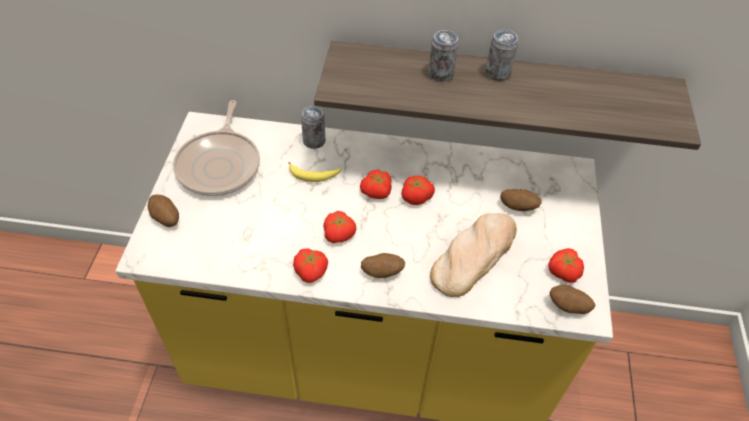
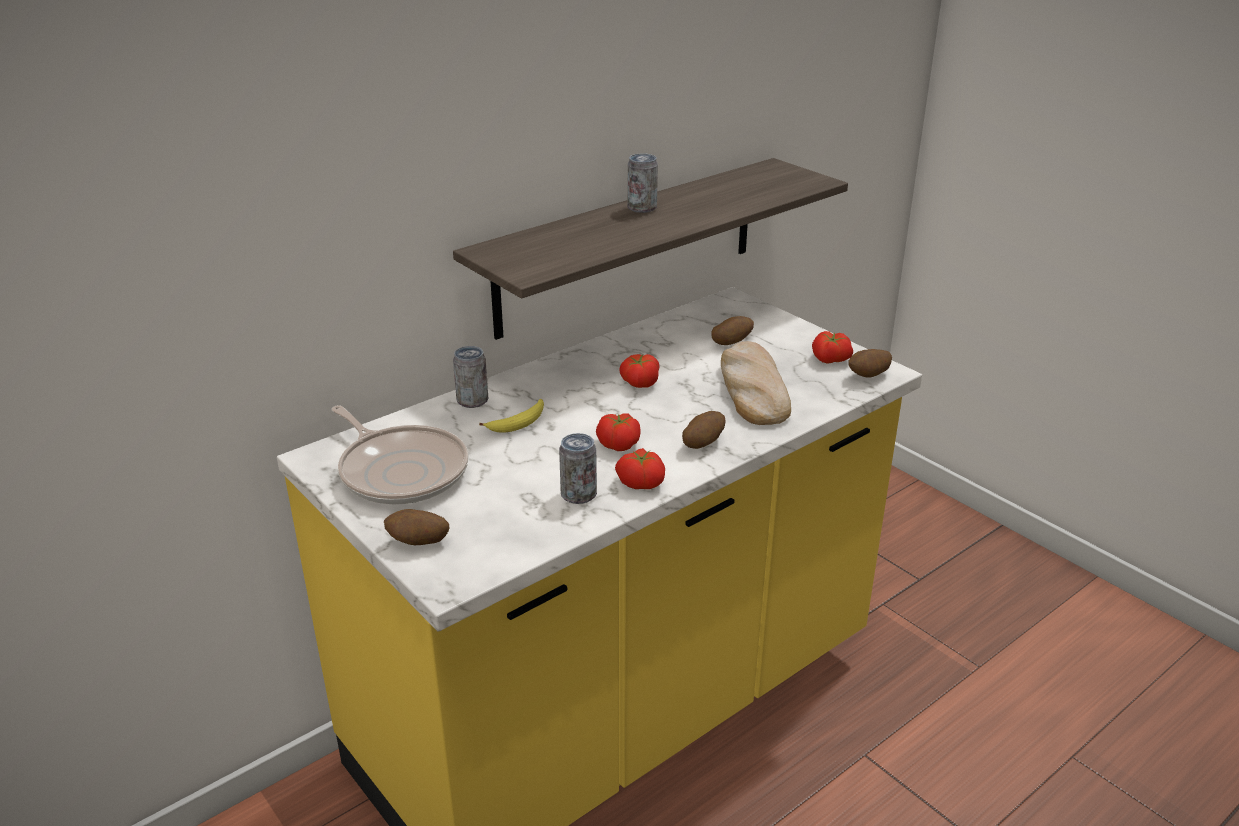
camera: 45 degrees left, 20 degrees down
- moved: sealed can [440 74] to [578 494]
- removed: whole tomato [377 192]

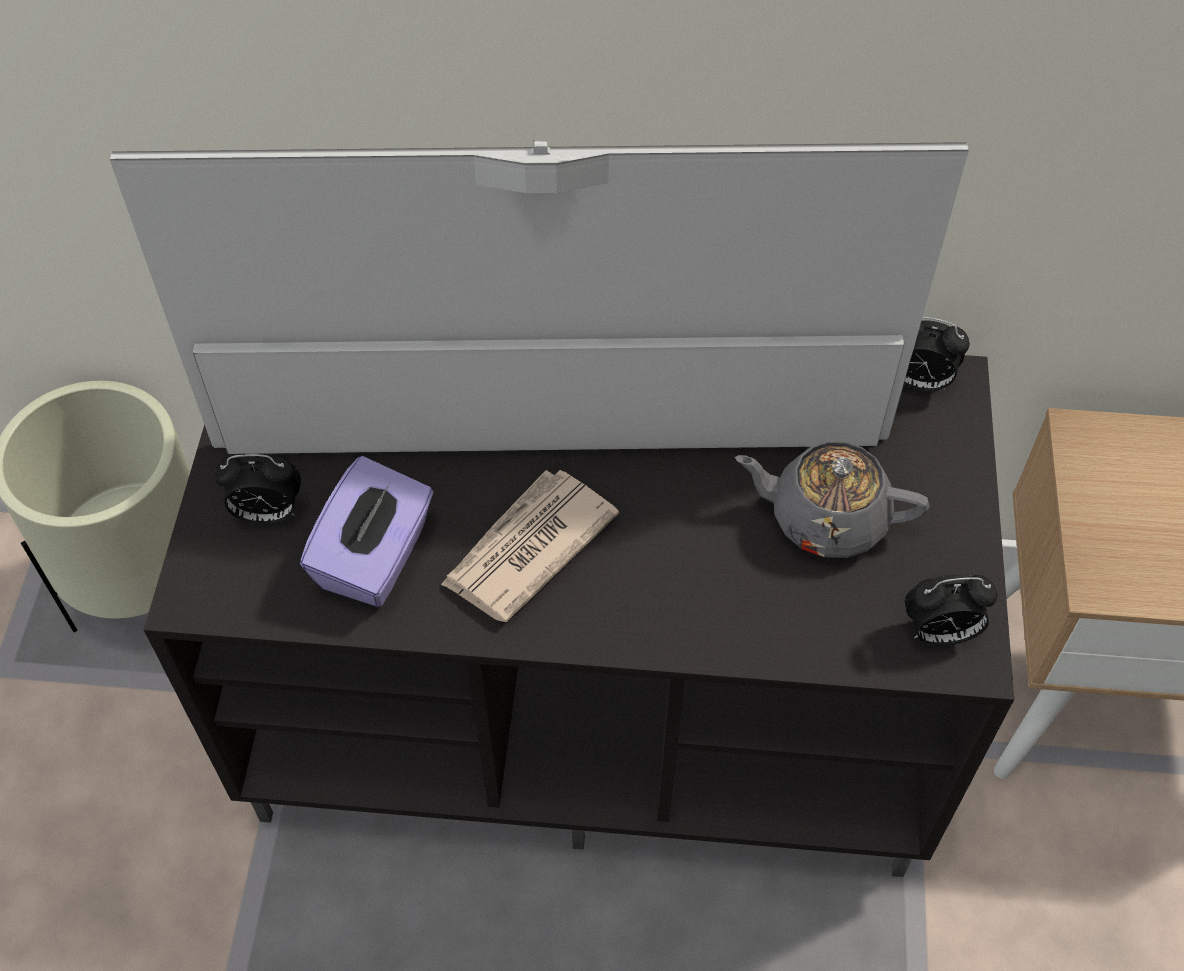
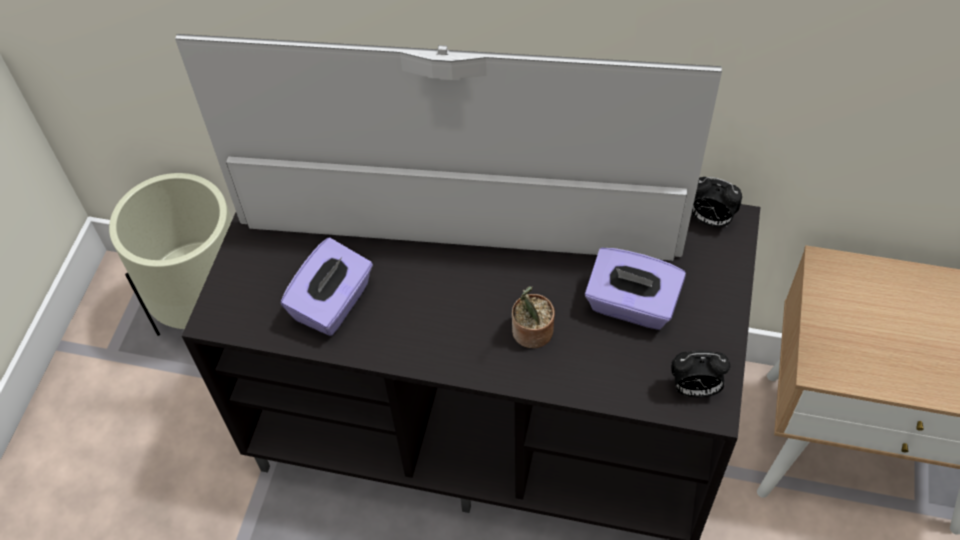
camera: 10 degrees right, 0 degrees up
- added: plant in a pot [532 333]
- replaced: grey pot for tea [825 518] to purple tissue box [631 305]
- removed: bedside clock [267 513]
- removed: daily paper [527 548]

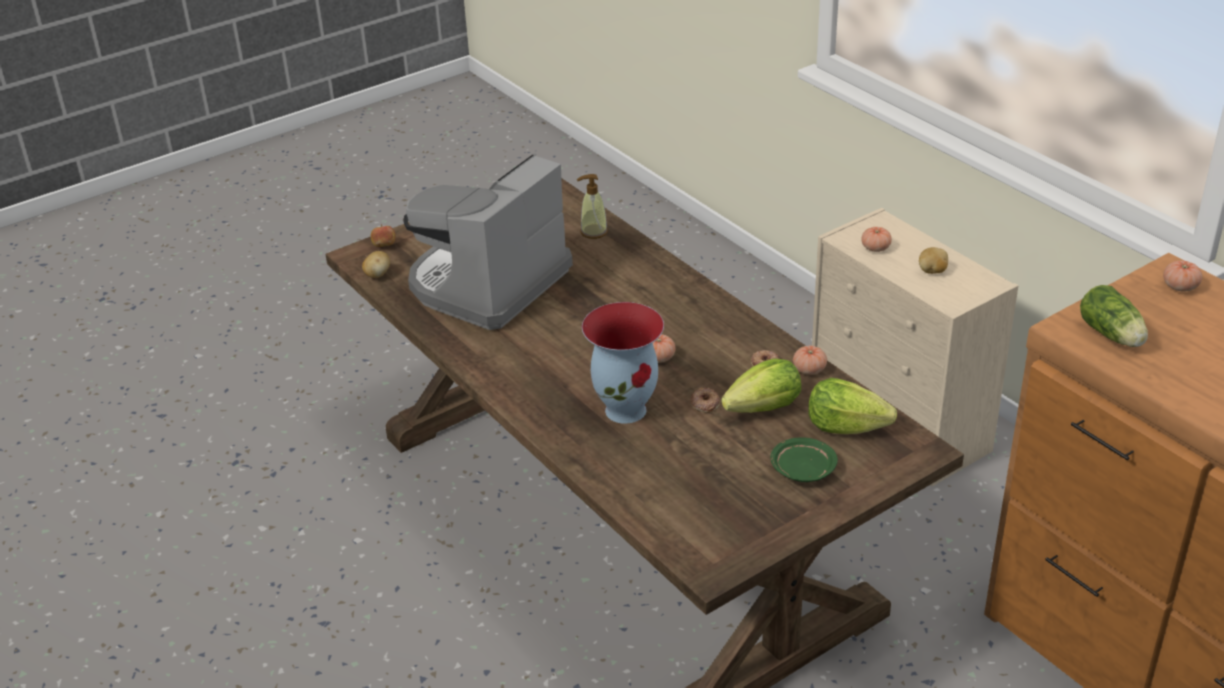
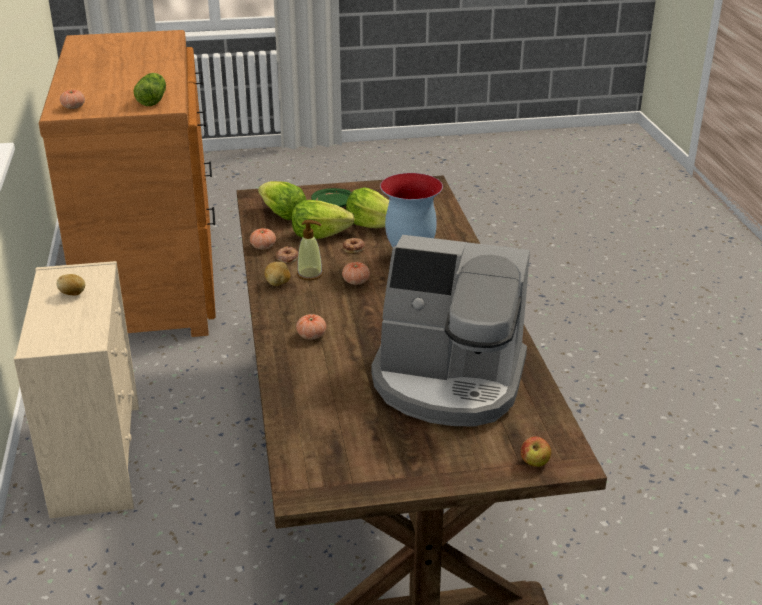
camera: 155 degrees left, 5 degrees down
- moved: spud [377 275] to [278 283]
- moved: whole tomato [875 248] to [311 335]
- moved: soap dispenser [593 232] to [310 274]
- added: lettuce head [372 225]
- turned: coffee maker [487 284] = [448 381] 45 degrees clockwise

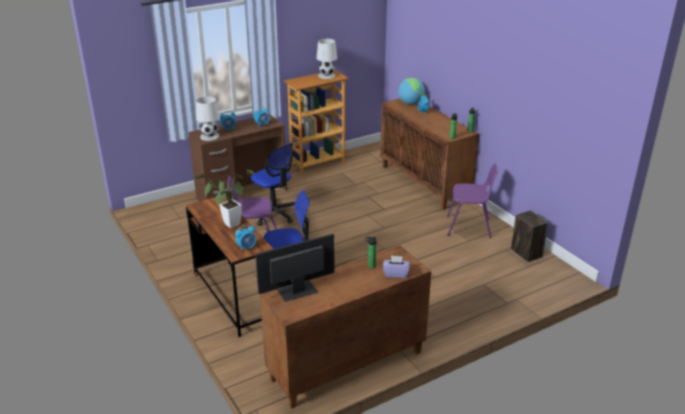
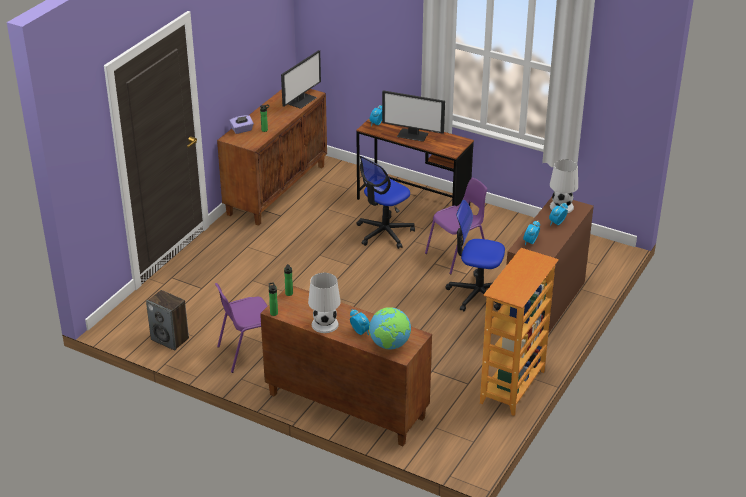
camera: 150 degrees right, 5 degrees up
- moved: white-coloured lamp for a table [327 75] to [325 324]
- replaced: plant in a pot [229 225] to computer screen [413 135]

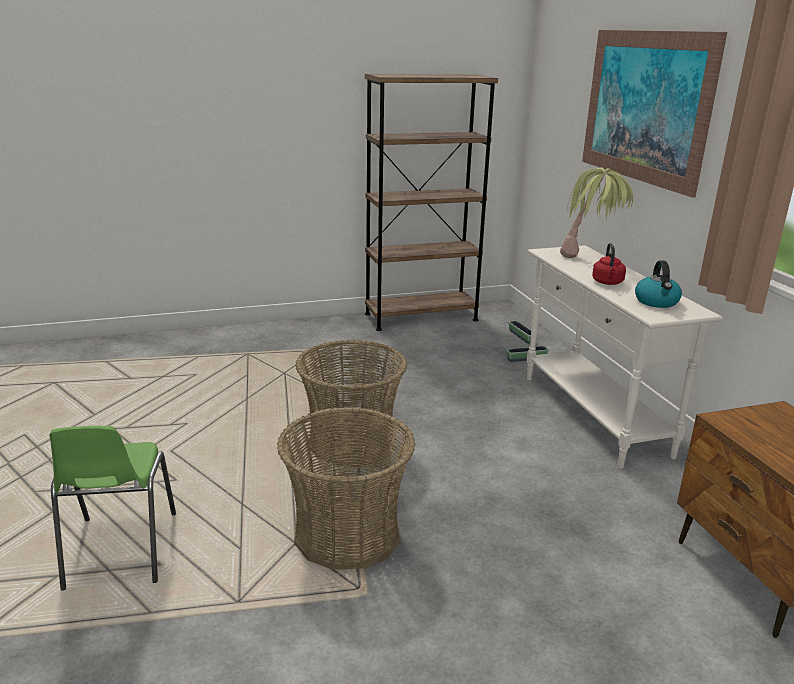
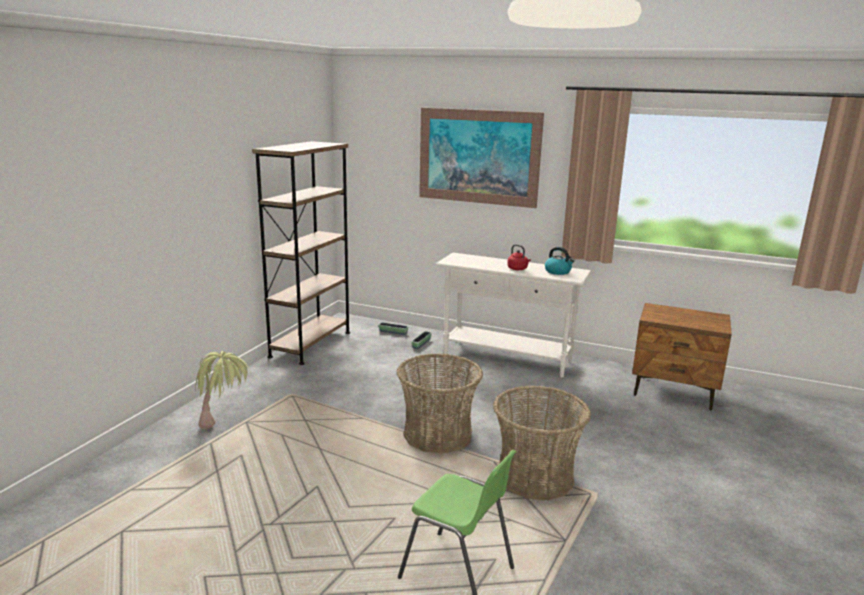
camera: 50 degrees left, 5 degrees down
- moved: plant in a pot [590 258] to [225 422]

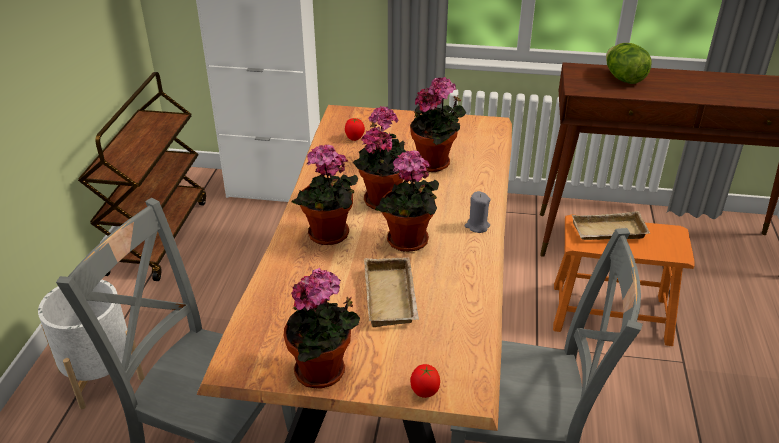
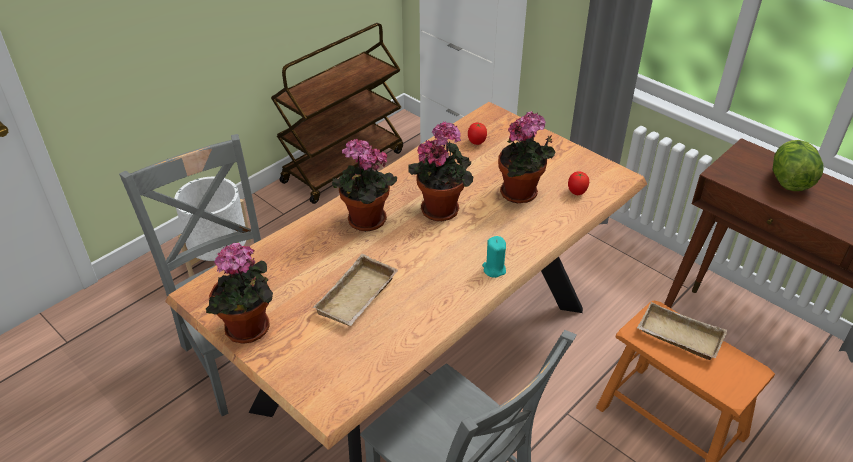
camera: 35 degrees right, 5 degrees up
- recoloured: grey candle [477 226] to turquoise-coloured candle [494 269]
- moved: whole tomato [424 393] to [576 193]
- removed: plant in a pot [408 243]

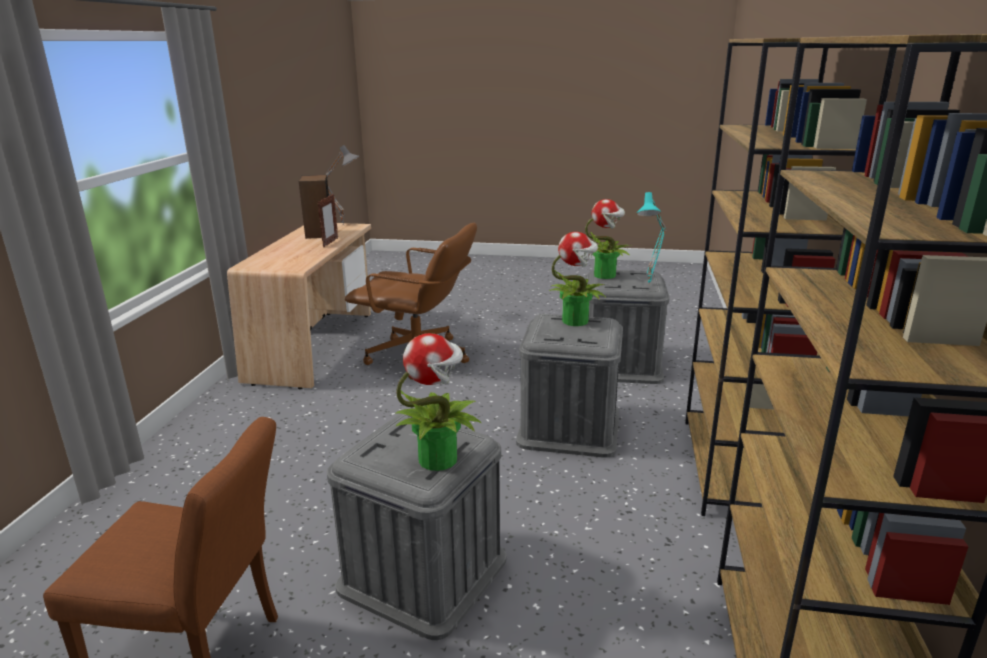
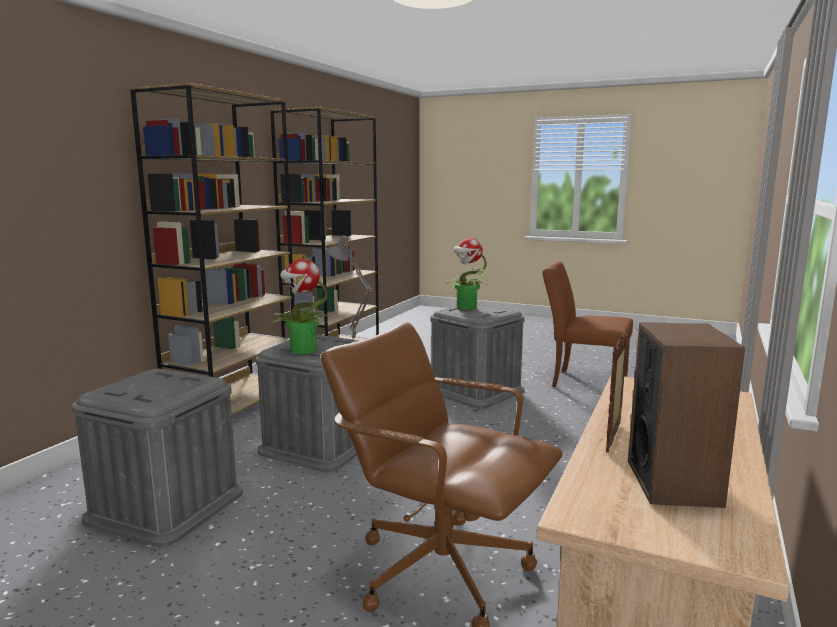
camera: 165 degrees left, 10 degrees down
- moved: grey lamp for a table [344 224] to [351 341]
- removed: plant in a pot [605 275]
- removed: turquoise-coloured lamp for a table [650 284]

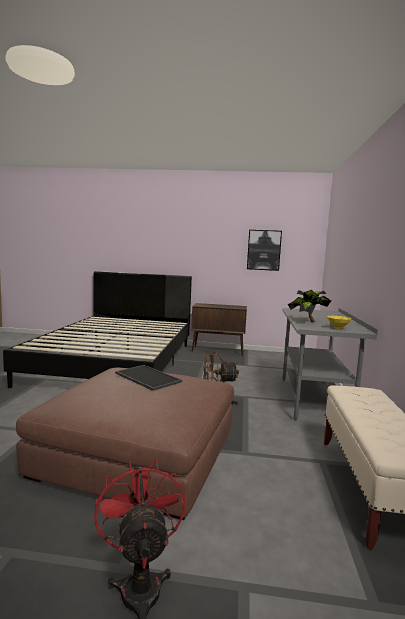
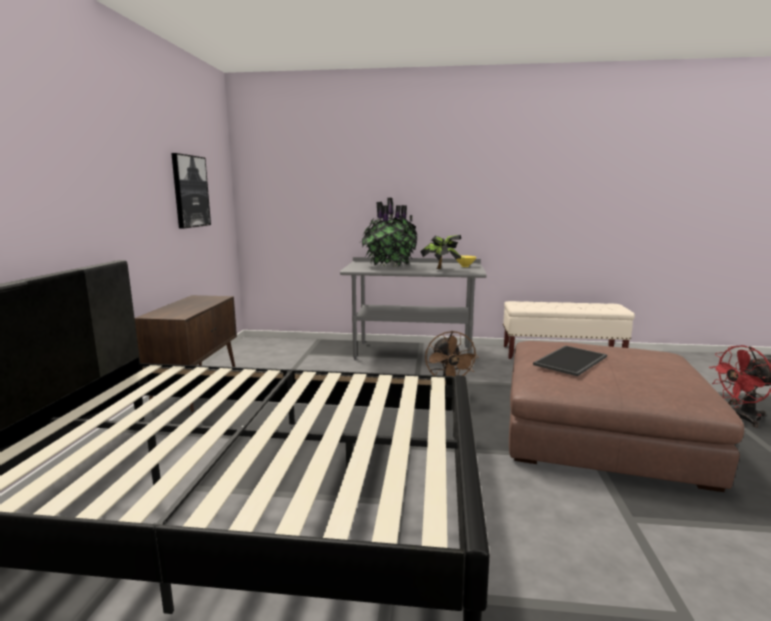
camera: 90 degrees left, 5 degrees up
- added: plant in a pot [388 266]

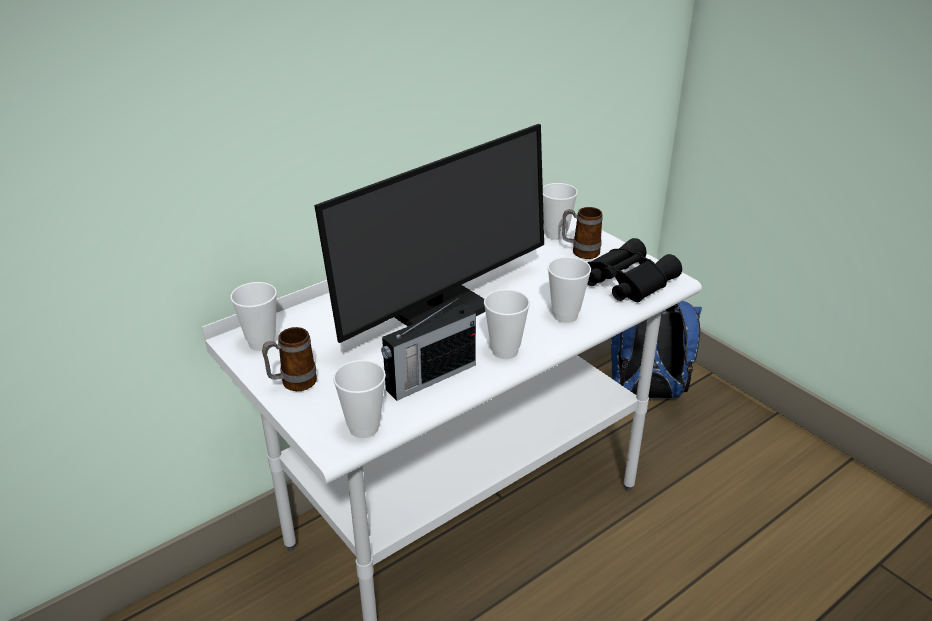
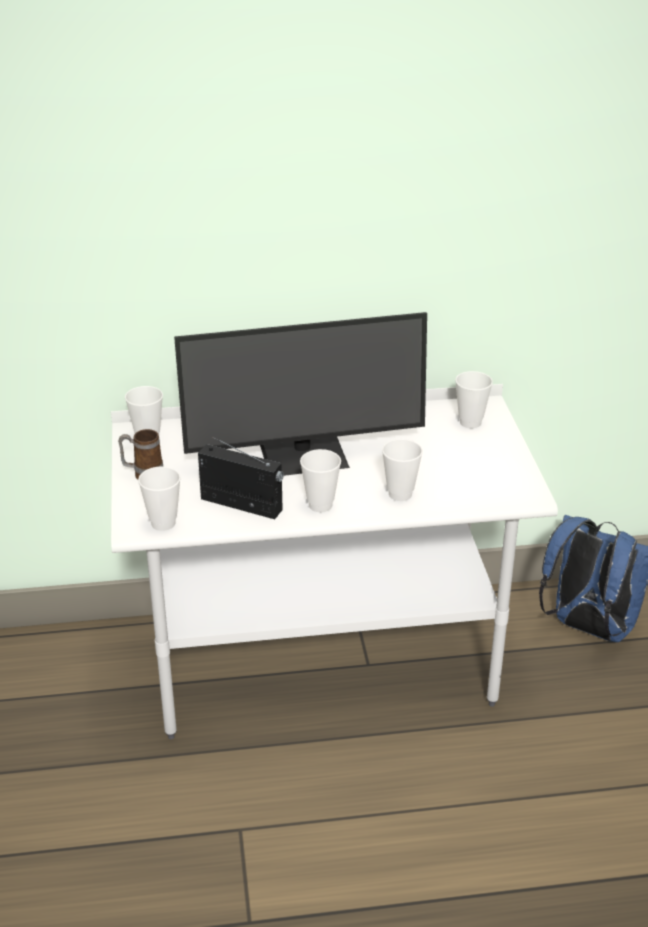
camera: 30 degrees right, 0 degrees up
- turned: radio set [429 378] = [242 505] 150 degrees counterclockwise
- removed: mug [580 252]
- removed: blackish field glasses [626 281]

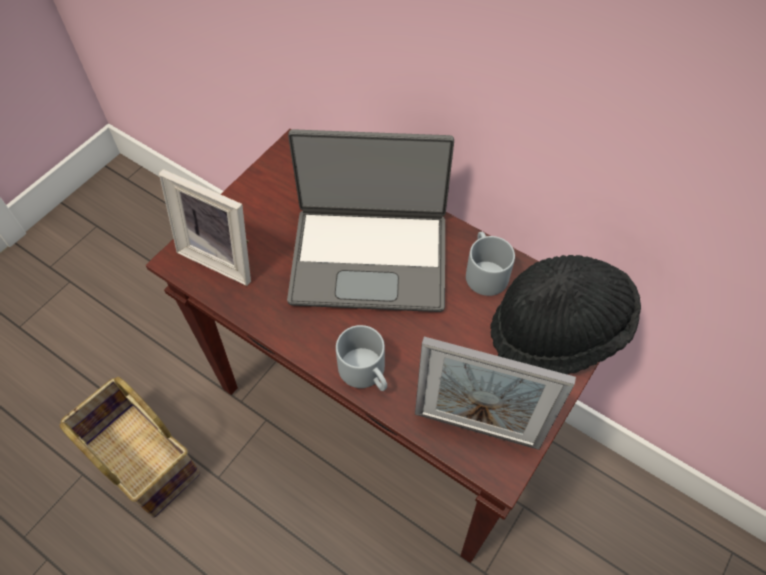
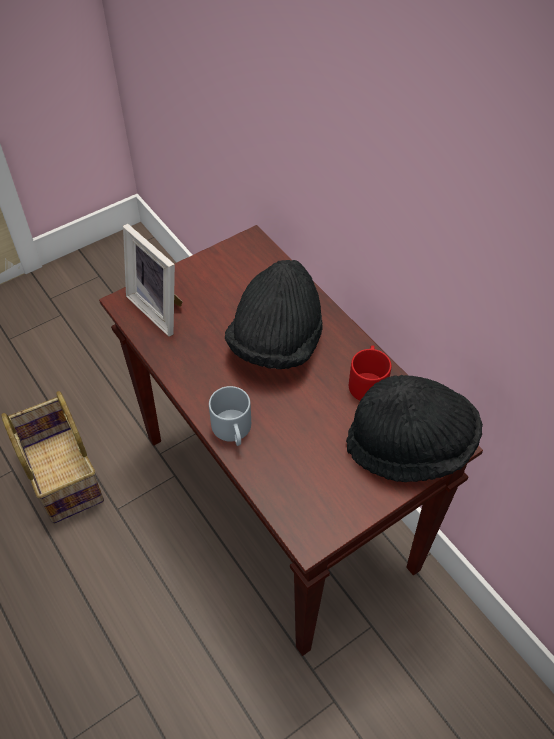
camera: 20 degrees right, 5 degrees down
- replaced: notebook computer [370 257] to blackish clothing hat [276 343]
- recoloured: grey mug [483 271] to reddish mug [367 381]
- removed: standing frame [476 429]

